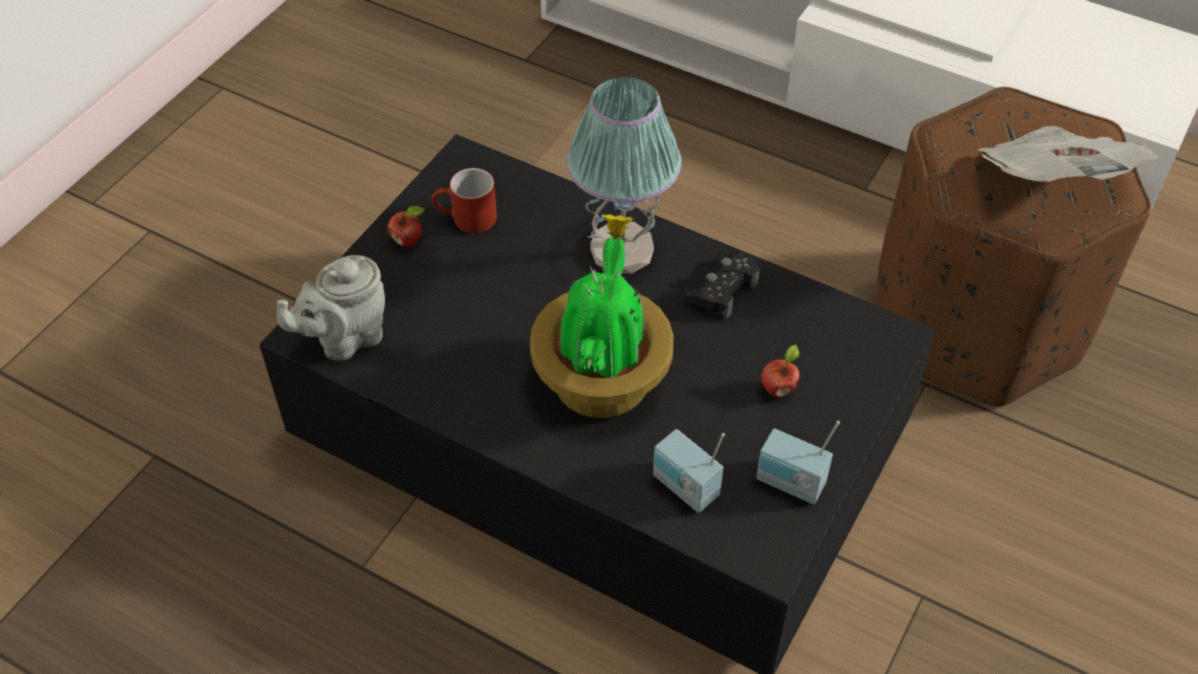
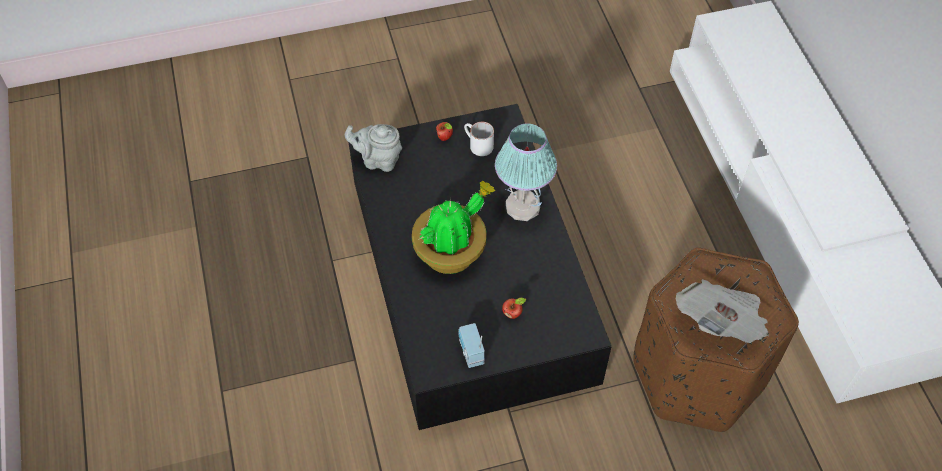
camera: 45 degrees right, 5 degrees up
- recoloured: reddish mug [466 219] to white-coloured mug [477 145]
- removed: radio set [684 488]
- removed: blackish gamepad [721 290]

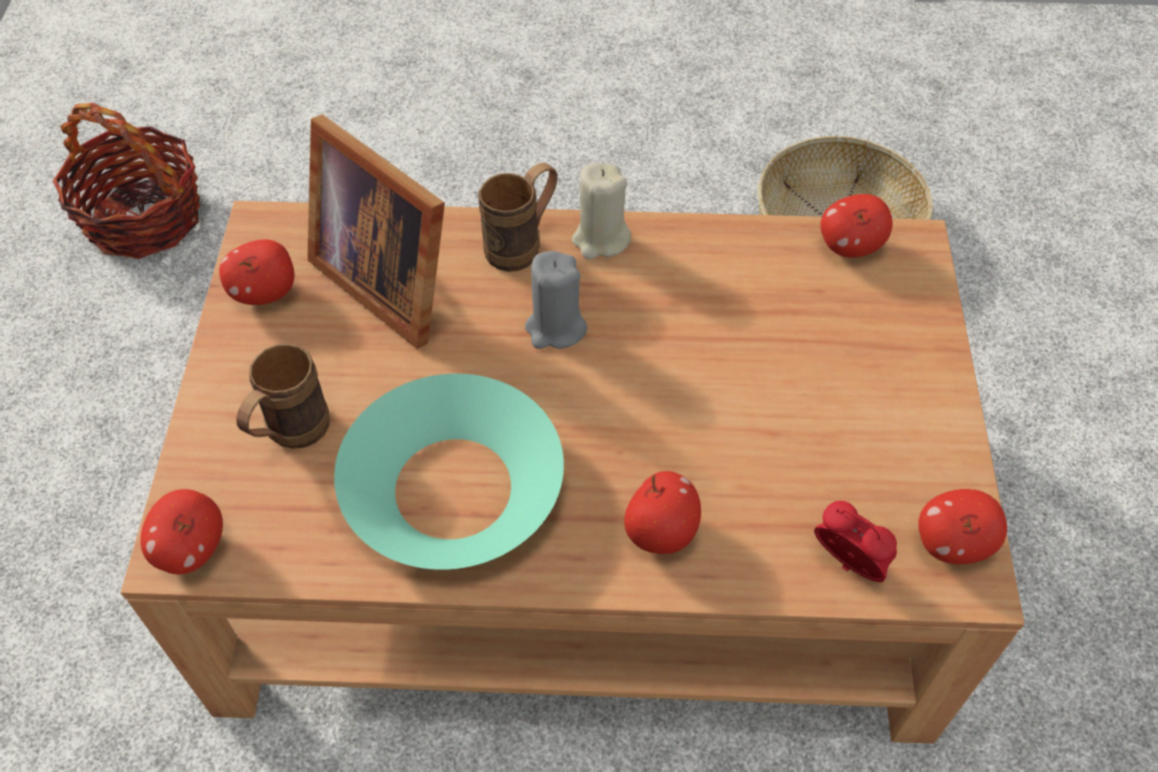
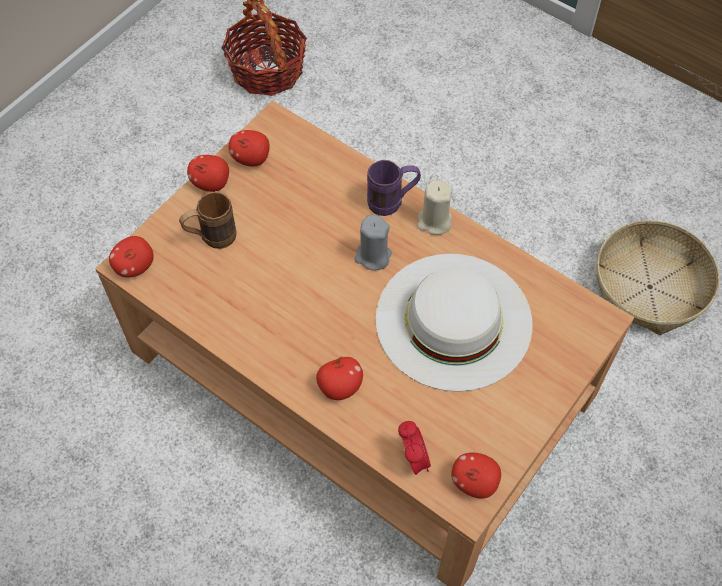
camera: 35 degrees right, 5 degrees up
- moved: whole apple [849 246] to [211 183]
- recoloured: brown mug [523 245] to purple mug [392 202]
- added: white-coloured clothing hat [453 320]
- removed: standing frame [388 278]
- removed: turquoise-coloured serving bowl [454 488]

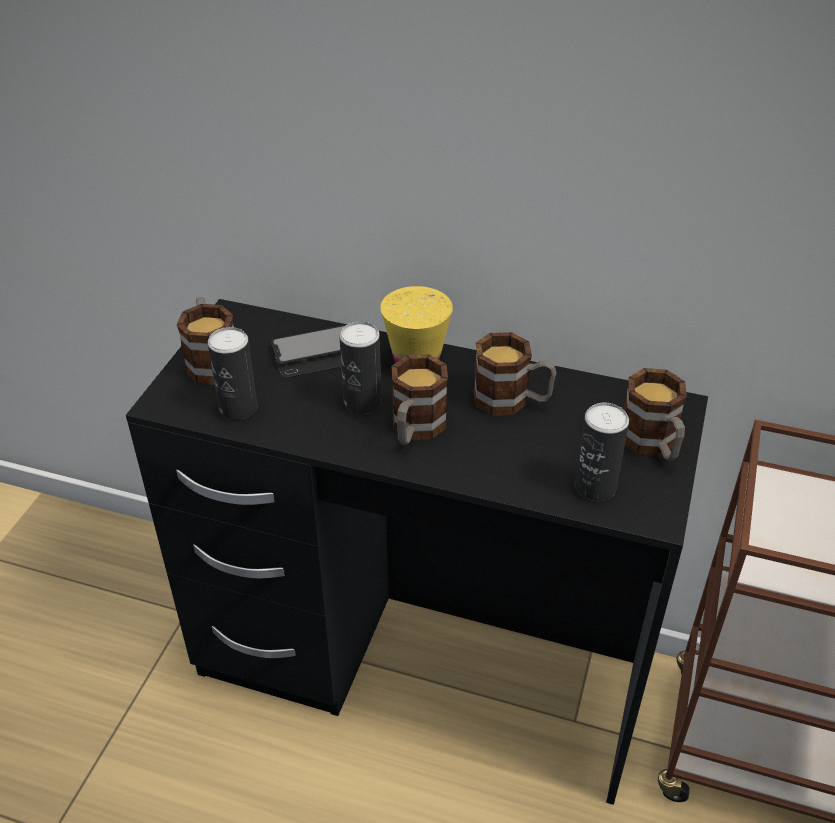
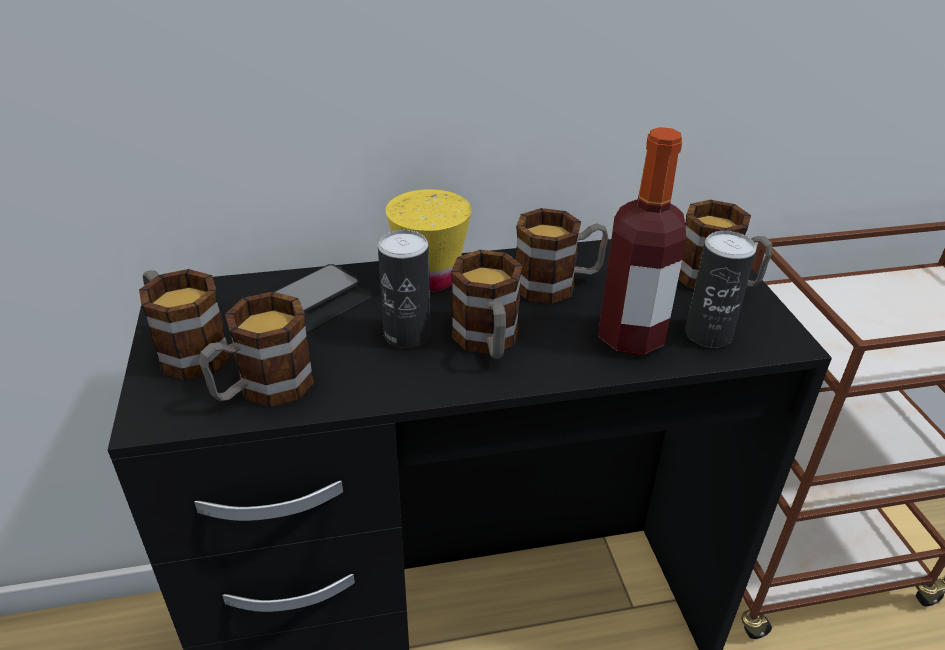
camera: 30 degrees left, 5 degrees down
- replaced: sealed can [238 408] to mug [262 389]
- added: beverage bottle [630 337]

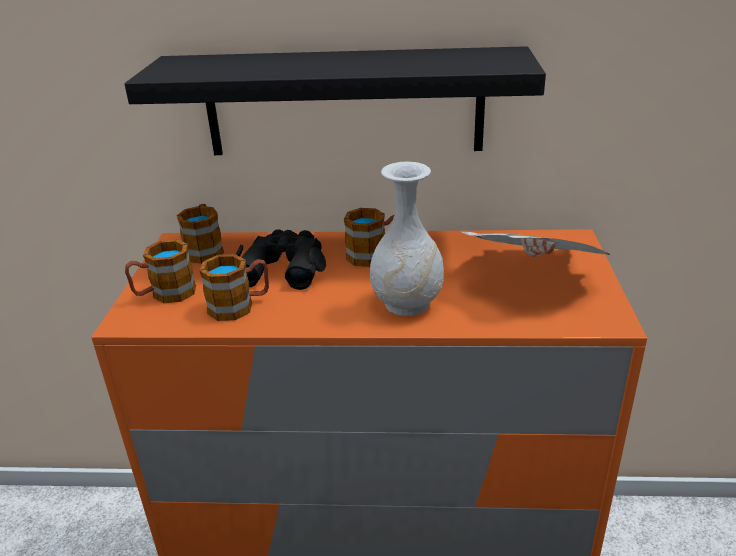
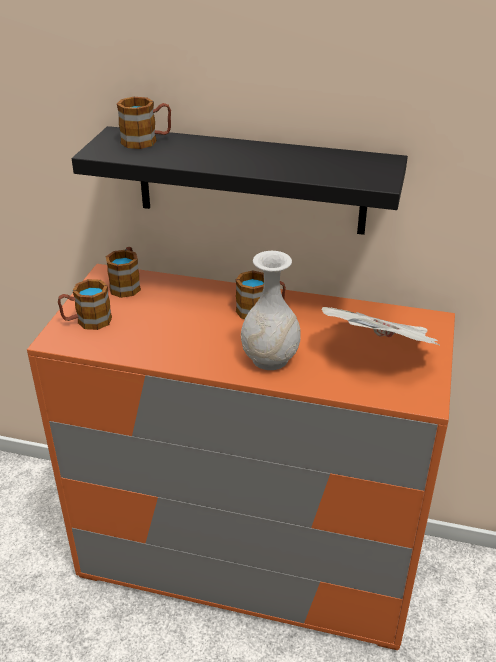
camera: 10 degrees right, 5 degrees up
- moved: mug [240 306] to [146 141]
- removed: blackish field glasses [283 267]

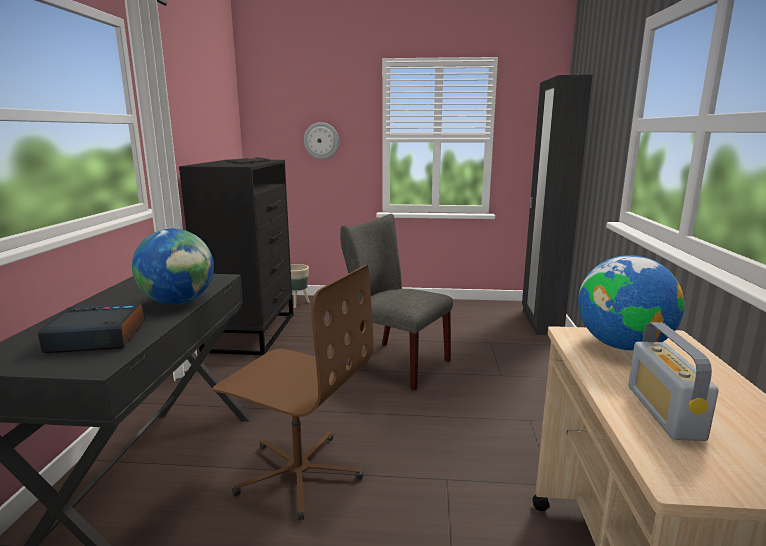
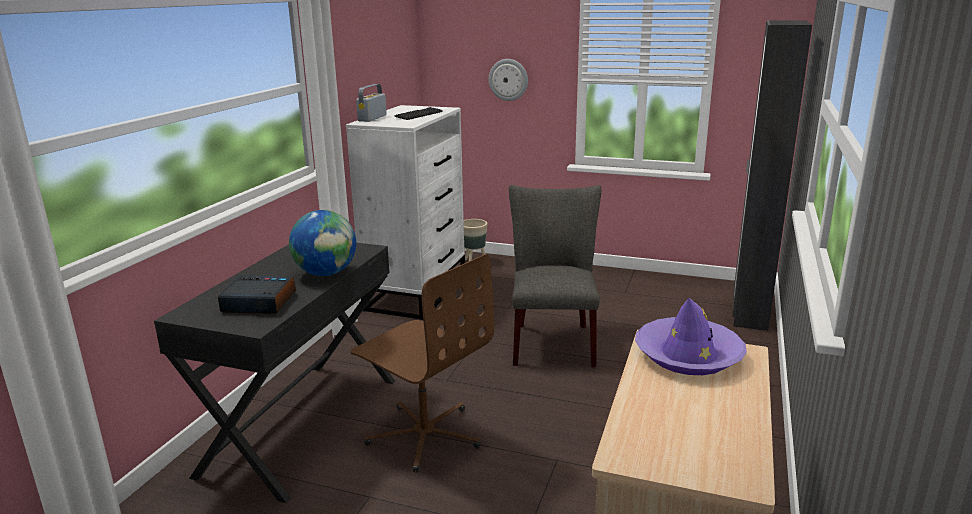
camera: 15 degrees right, 5 degrees up
- recoloured: blackish drawer chest [251 332] to white-coloured drawer chest [417 292]
- moved: radio set [664 412] to [372 118]
- turned: grey plain chair [392 362] = [552 341] 45 degrees clockwise
- replaced: desk globe [622 345] to purple clothing hat [688 355]

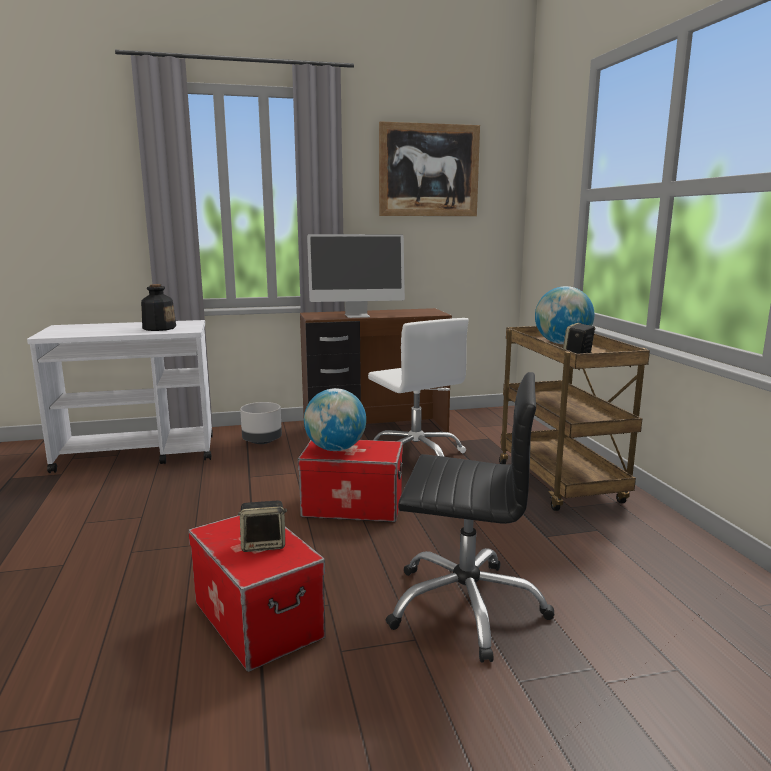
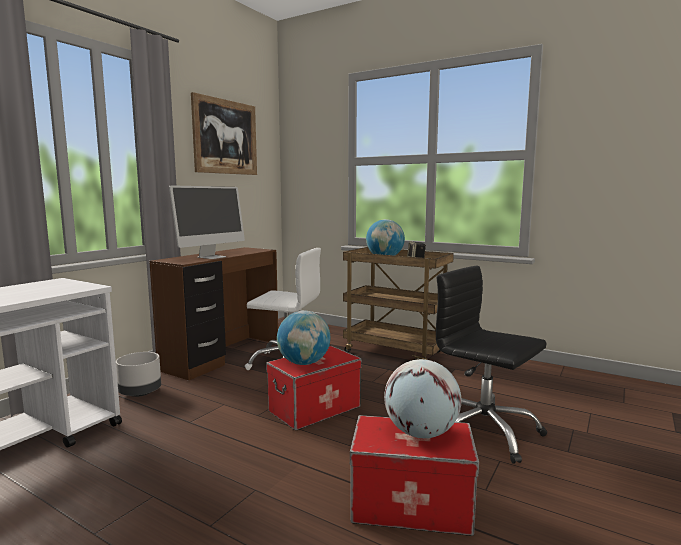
camera: 45 degrees left, 5 degrees down
- replaced: speaker [264 544] to desk globe [421 433]
- turned: blackish desk chair [466 606] = [483 431] 105 degrees counterclockwise
- removed: beverage bottle [159 328]

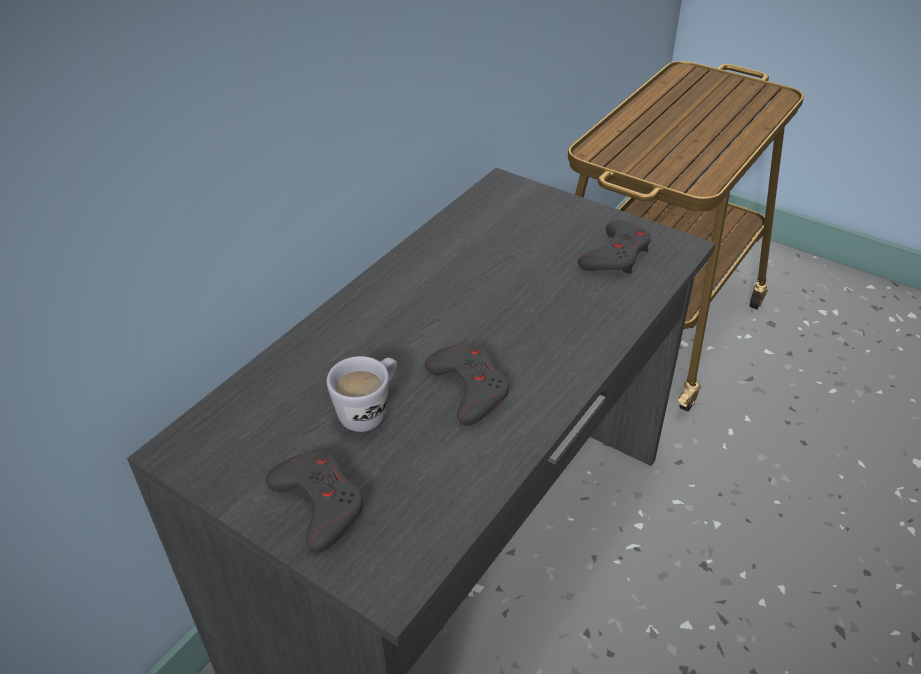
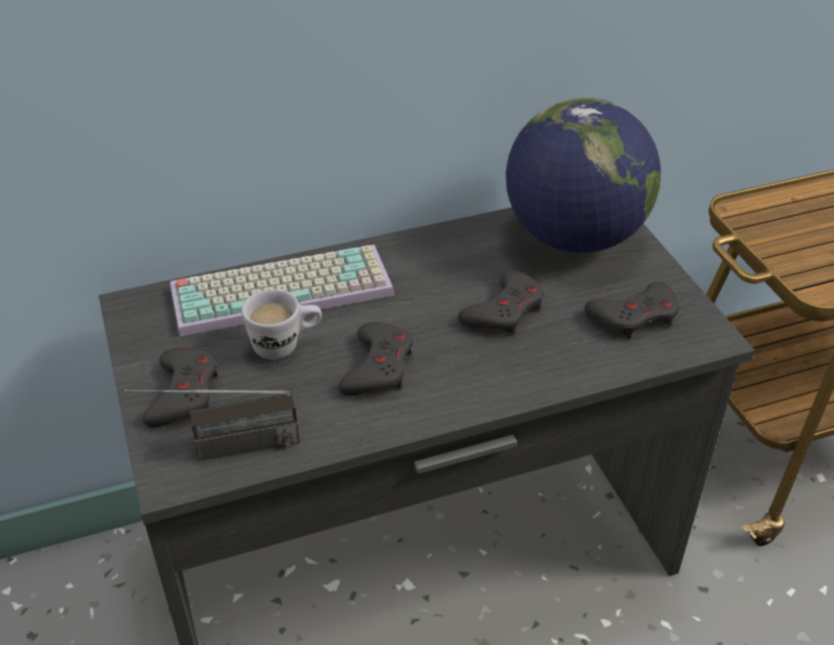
camera: 35 degrees right, 0 degrees up
- added: radio set [221 450]
- added: keyboard [284 288]
- added: grey gamepad [504 310]
- added: desk globe [574 238]

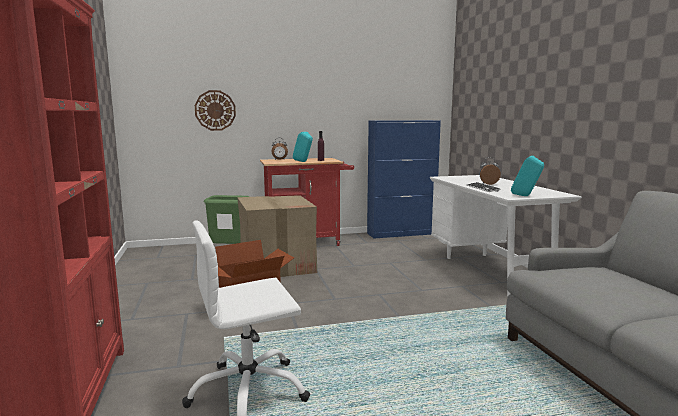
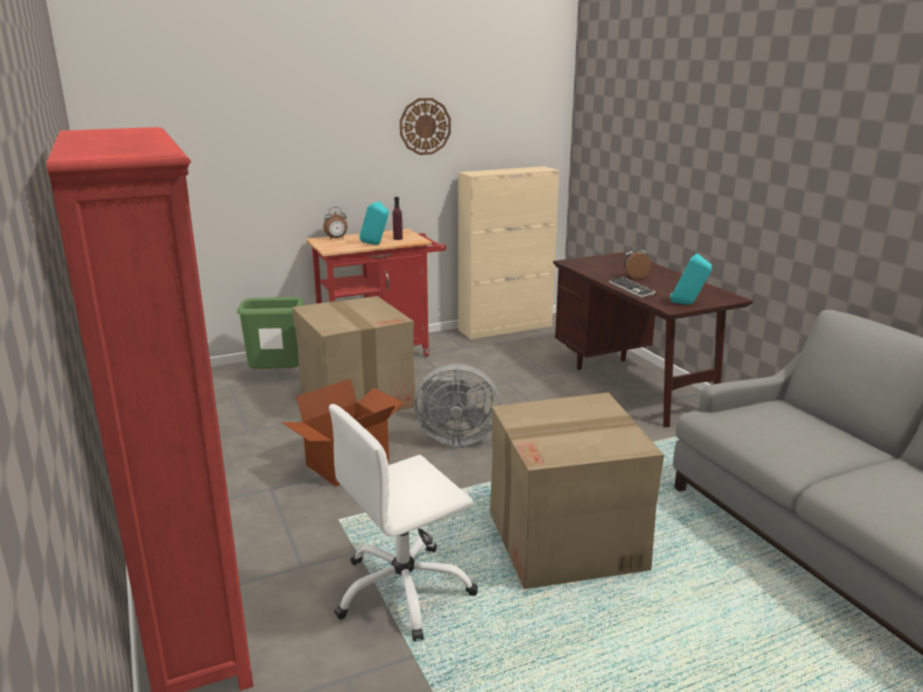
camera: 10 degrees left, 10 degrees up
- moved: wall clock [215 110] to [425 126]
- added: grey cooling fan [454 438]
- recoloured: bluish cupboard [401 233] to sand-coloured cupboard [506 328]
- added: cardboard box [567 540]
- recoloured: white-coloured desk table [490 270] to brown desk table [635 385]

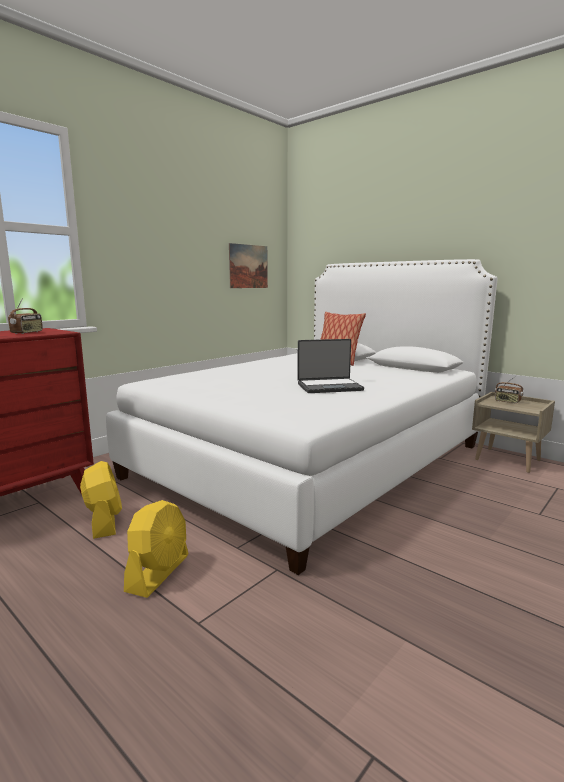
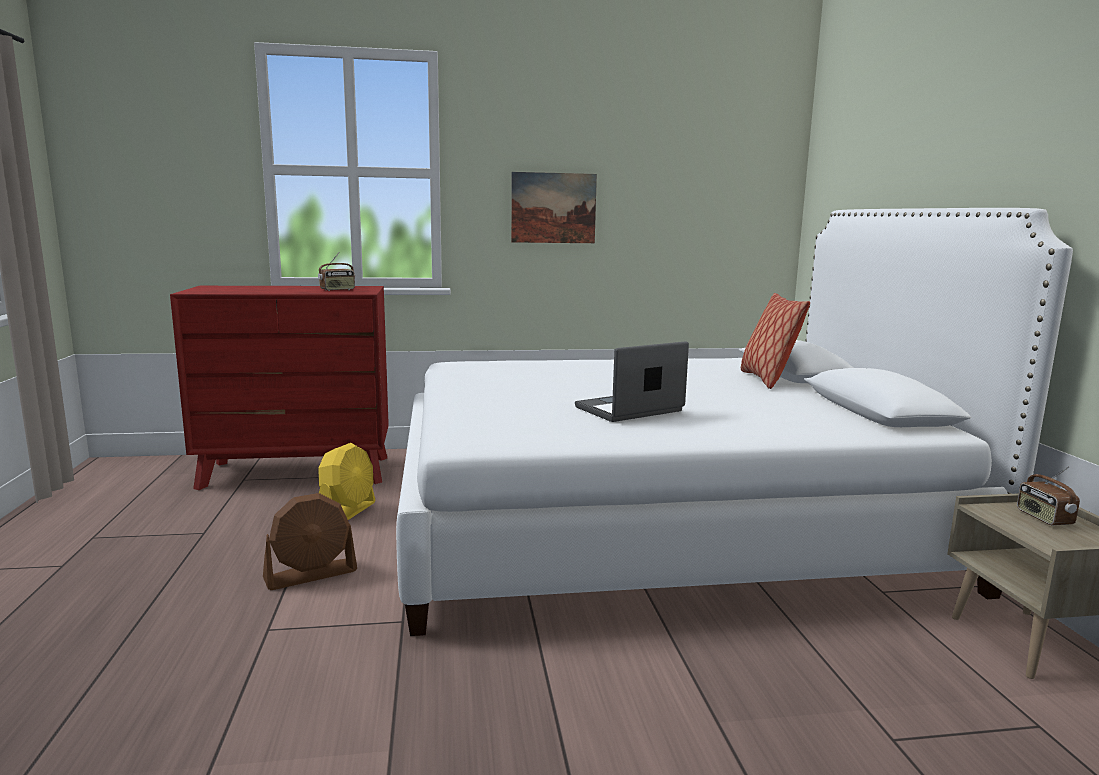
camera: 40 degrees right, 0 degrees up
- recoloured: yellow-coloured cooling fan [158 572] to brown cooling fan [311 574]
- moved: wall art [248 266] to [553 208]
- turned: notebook computer [329 387] = [630 410] 120 degrees clockwise

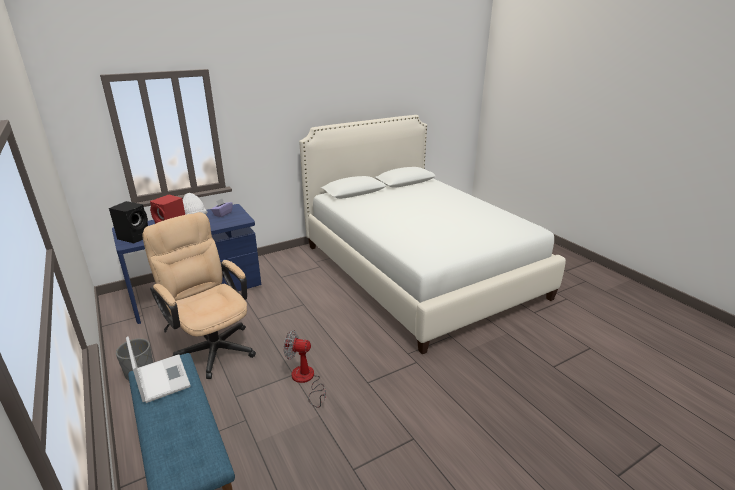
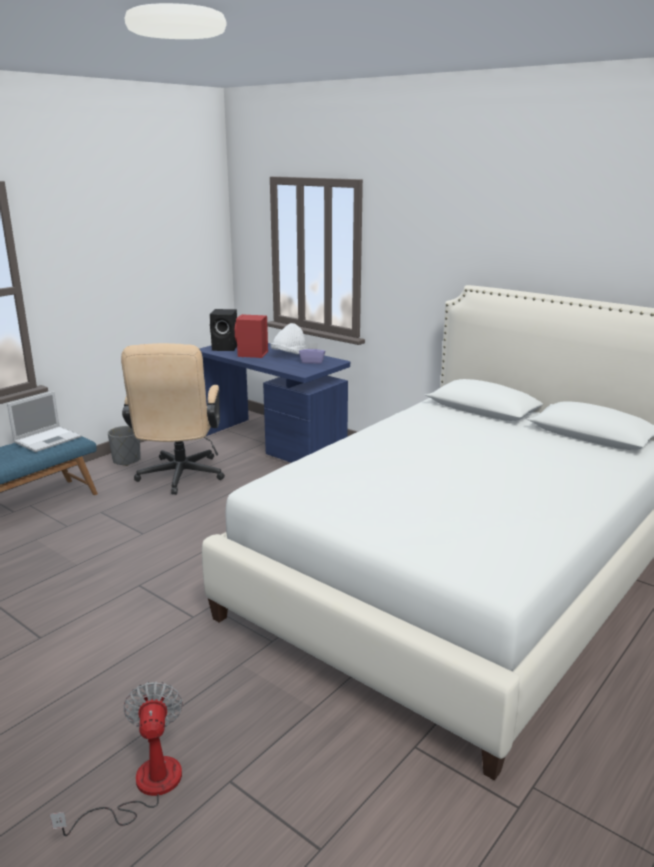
camera: 70 degrees right, 5 degrees down
- moved: cooling fan [306 380] to [143 788]
- turned: sand-coloured desk chair [212 345] = [179 478] 150 degrees clockwise

